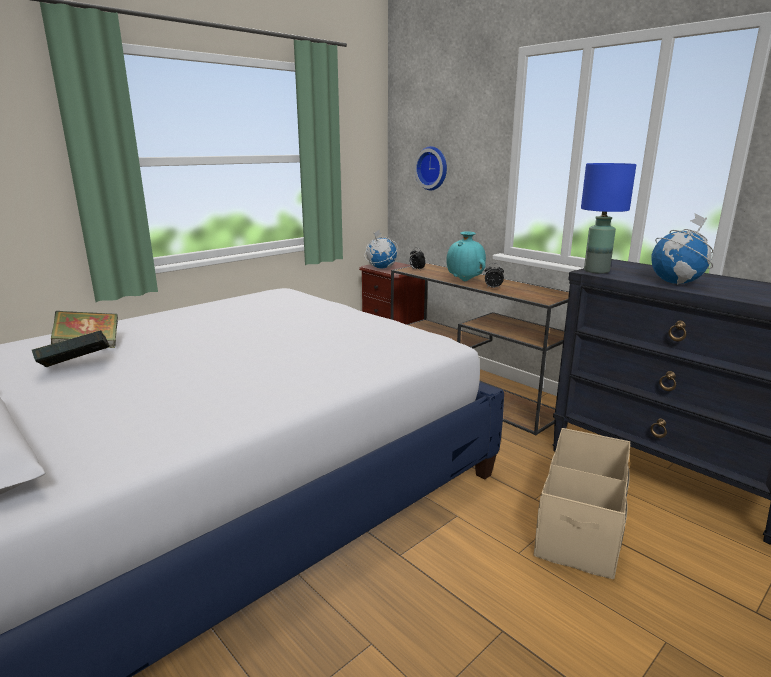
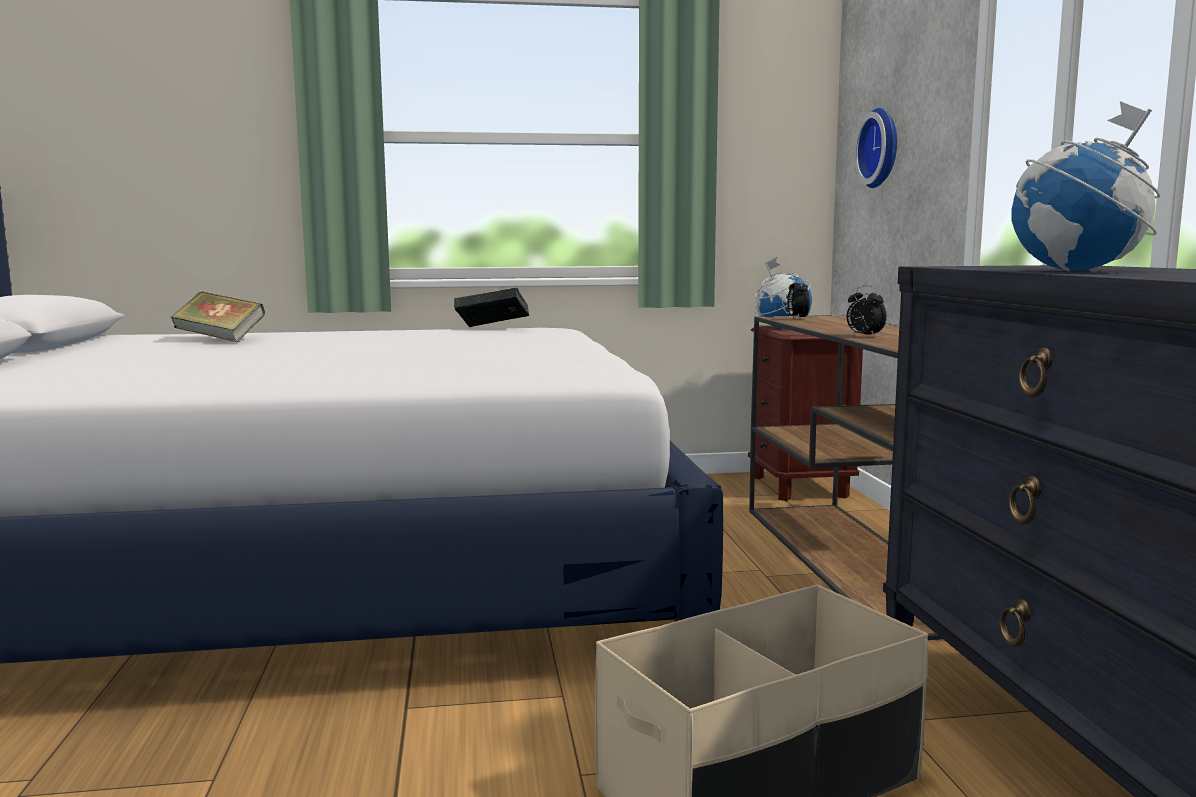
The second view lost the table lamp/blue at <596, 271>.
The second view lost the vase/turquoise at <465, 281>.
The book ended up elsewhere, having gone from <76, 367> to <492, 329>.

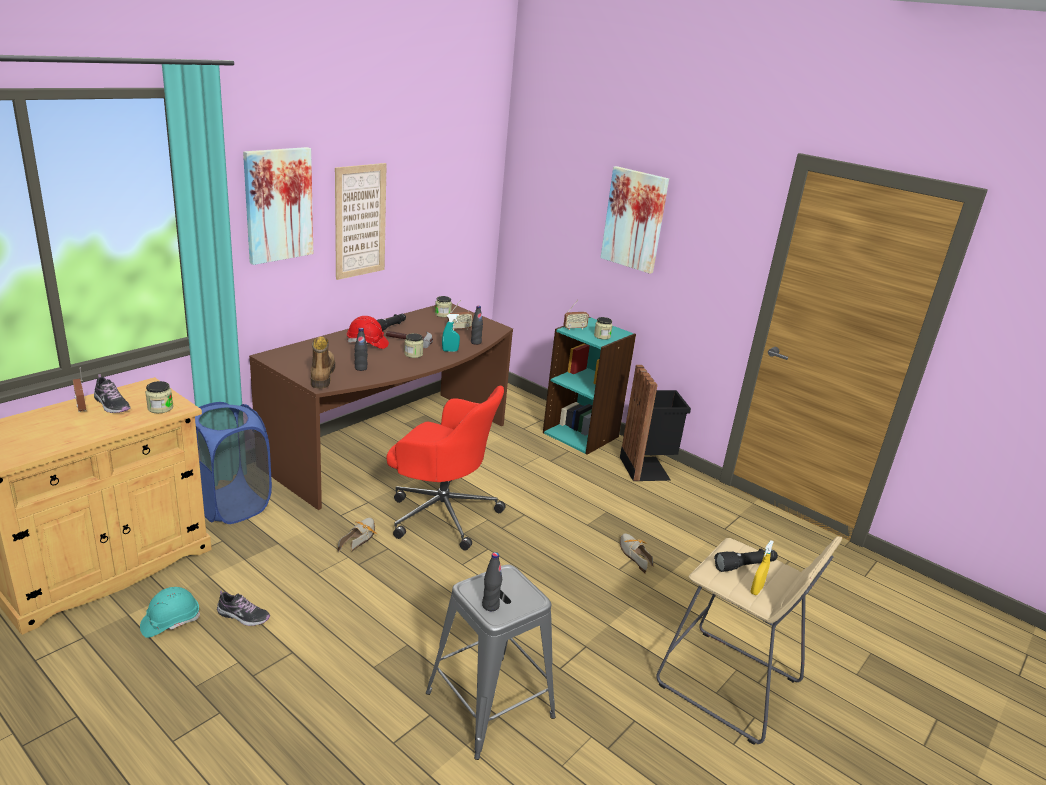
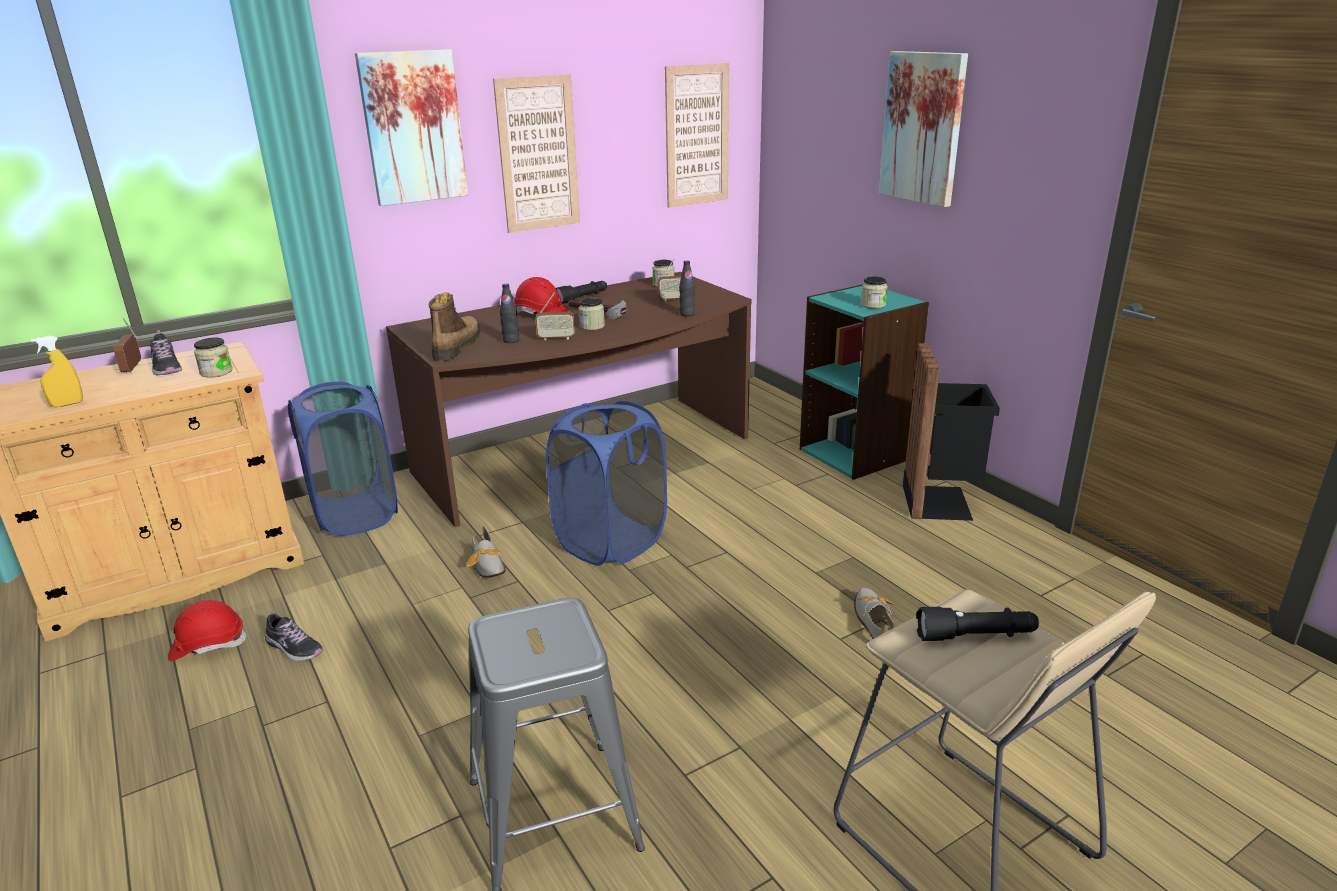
The radio ended up elsewhere, having gone from <574, 328> to <556, 338>.
The second view lost the spray bottle/turquoise at <450, 351>.
Where the office chair/red stood at <441, 513>, the laundry basket/blue came to stand at <611, 542>.
The shoe at <359, 538> ended up facing another way, 120 degrees clockwise from before.
The spray bottle/yellow ended up elsewhere, having gone from <756, 590> to <67, 404>.
The second view lost the bottle/black at <490, 605>.
What was the hard hat/turquoise at <170, 622> turned into the hard hat/red at <208, 645>.
The second view gained the picture at <697, 136>.

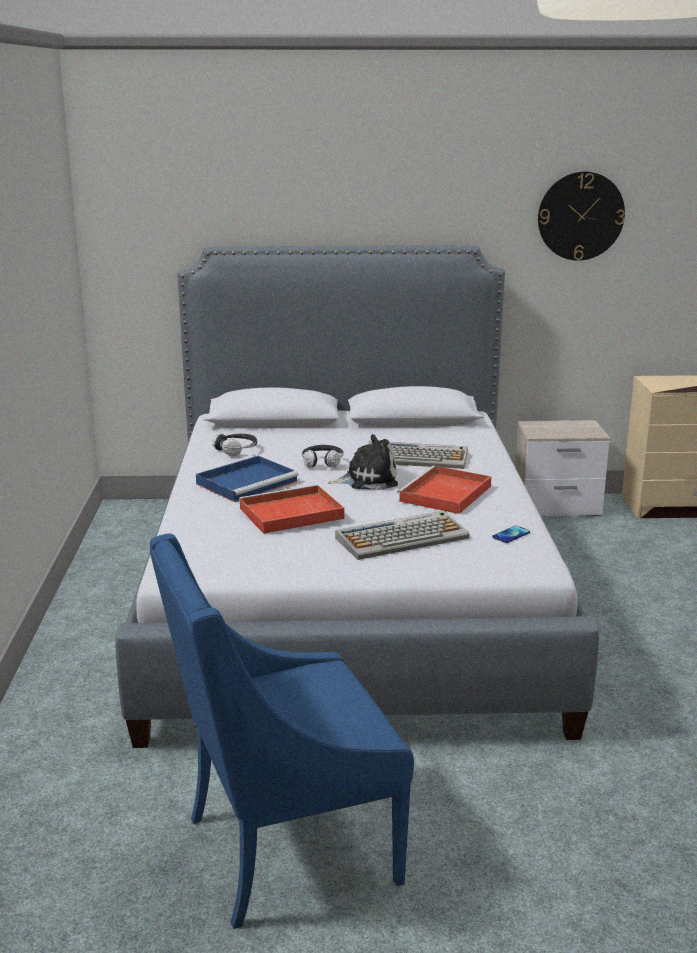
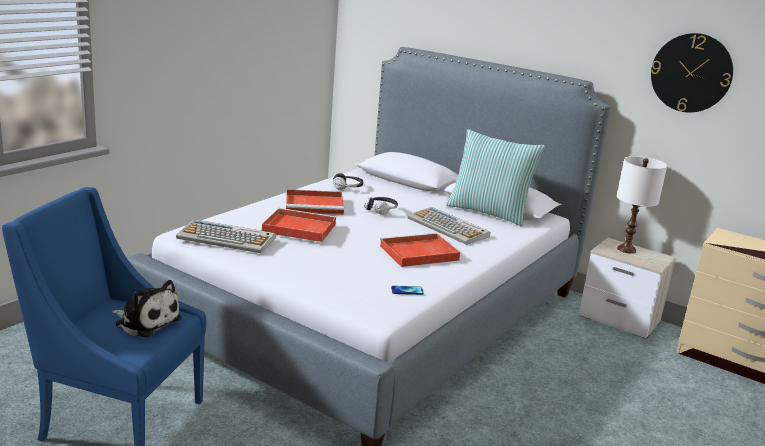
The plush toy ended up elsewhere, having gone from <367, 480> to <146, 321>.
What was the tray/blue at <248, 482> turned into the tray/red at <315, 205>.
The keyboard ended up elsewhere, having gone from <402, 537> to <227, 238>.
The second view gained the pillow at <489, 212>.
The second view gained the table lamp/white at <626, 249>.

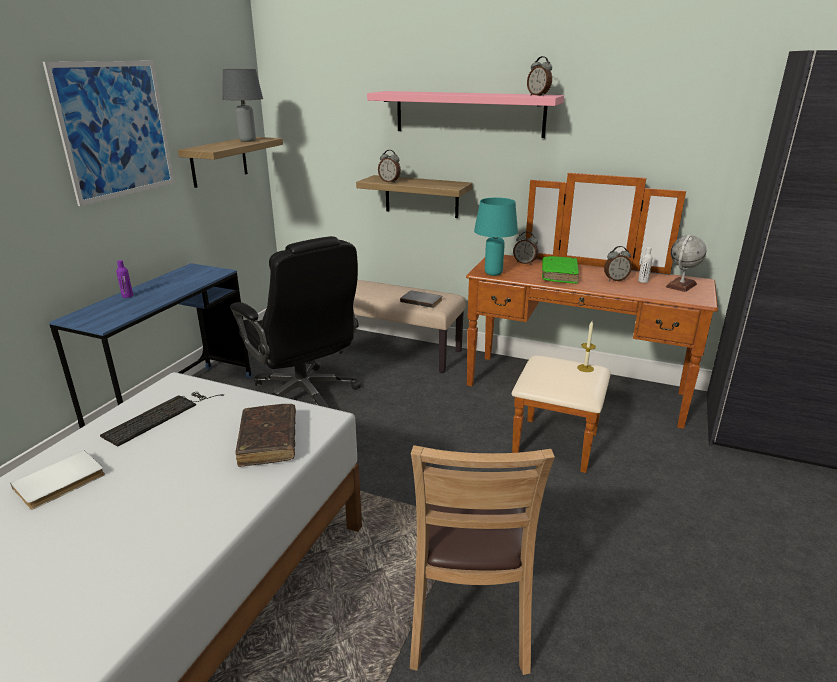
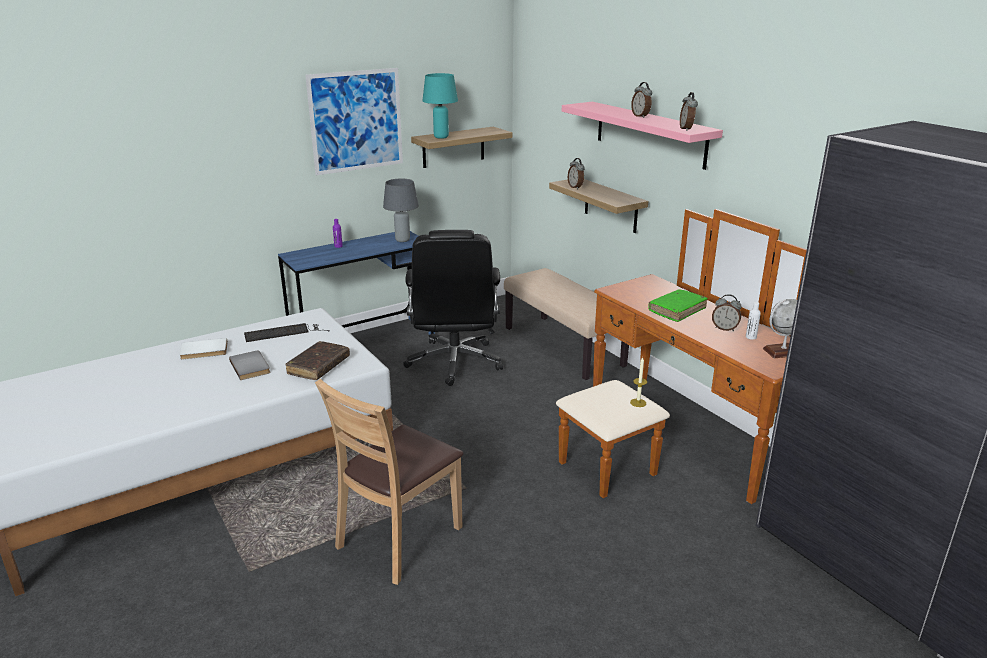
The table lamp/grey ended up elsewhere, having gone from <247, 141> to <402, 240>.
The table lamp/turquoise ended up elsewhere, having gone from <493, 273> to <441, 137>.
The alarm clock ended up elsewhere, having gone from <525, 263> to <641, 116>.
The book/grey ended up elsewhere, having gone from <422, 300> to <251, 366>.

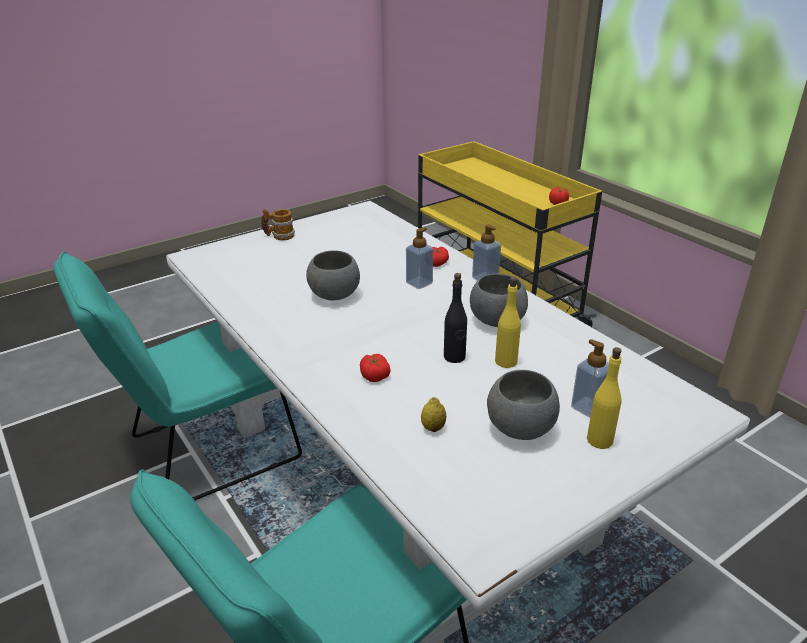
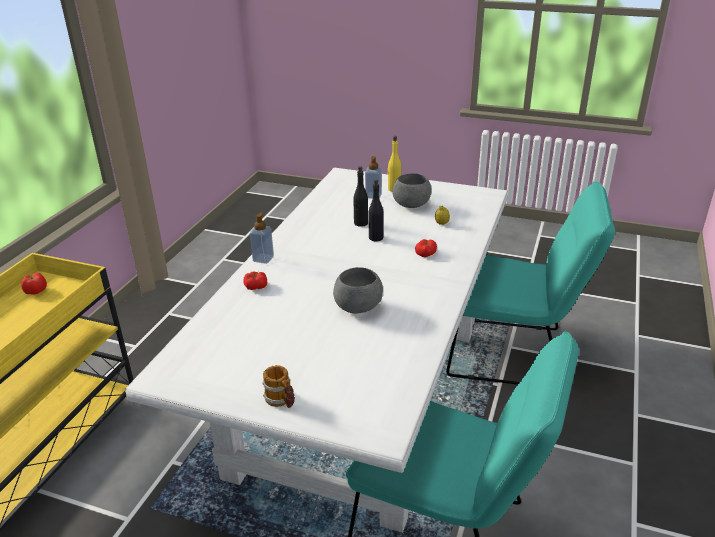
The second view lost the soap dispenser at <419, 283>.
The second view lost the bowl/grey at <497, 321>.
What was the bottle/yellow at <505, 361> turned into the bottle/black at <360, 223>.

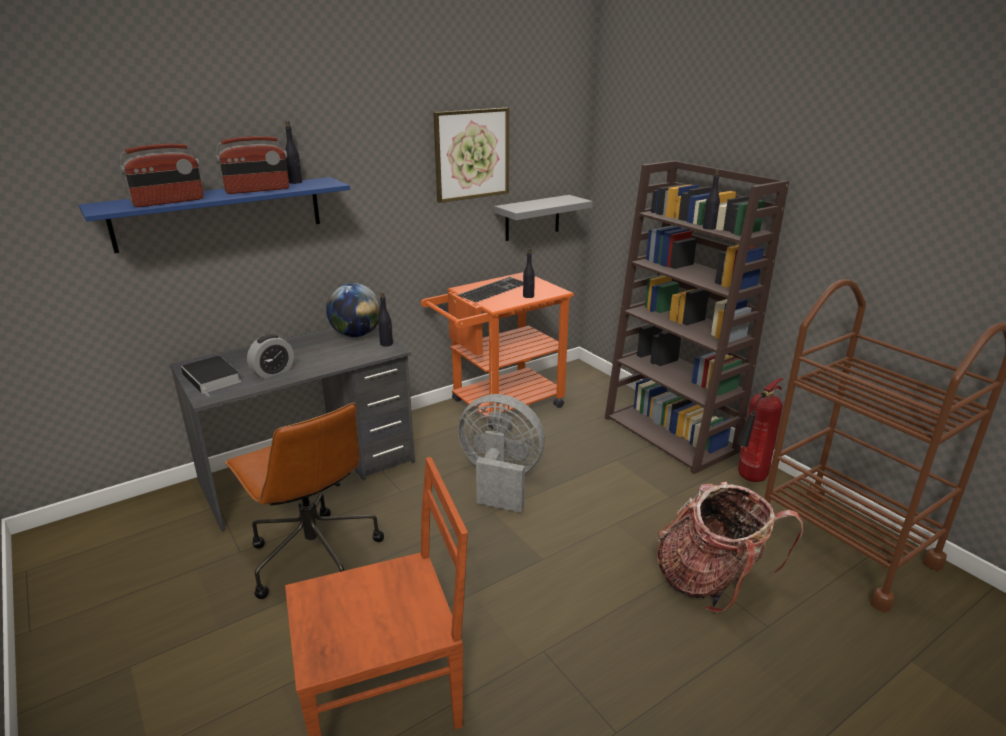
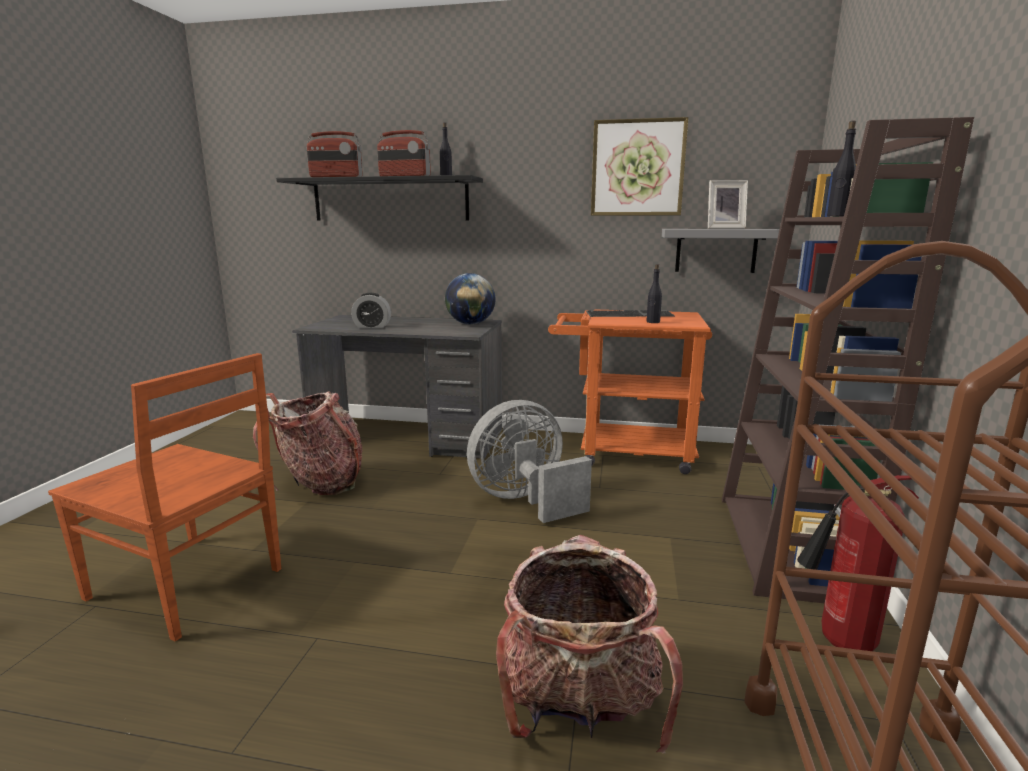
What was the shelf/blue at <220, 213> turned into the shelf/black at <390, 200>.
The second view lost the bottle/black at <386, 344>.
The second view lost the book at <213, 379>.
The fan/grey at <500, 480> ended up facing another way, 90 degrees counterclockwise from before.
Where the office chair/brown stood at <313, 556>, the backpack came to stand at <320, 483>.
The second view gained the picture frame at <723, 228>.

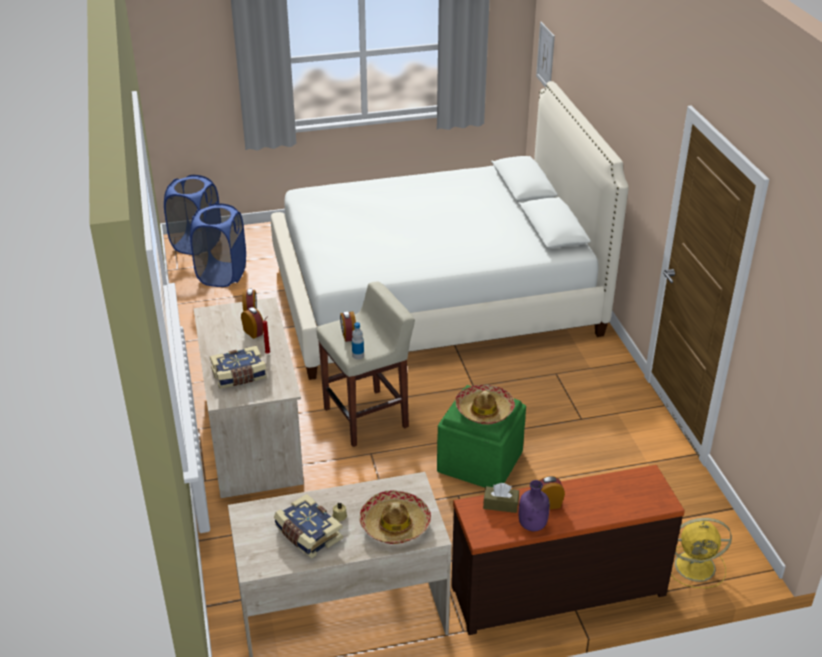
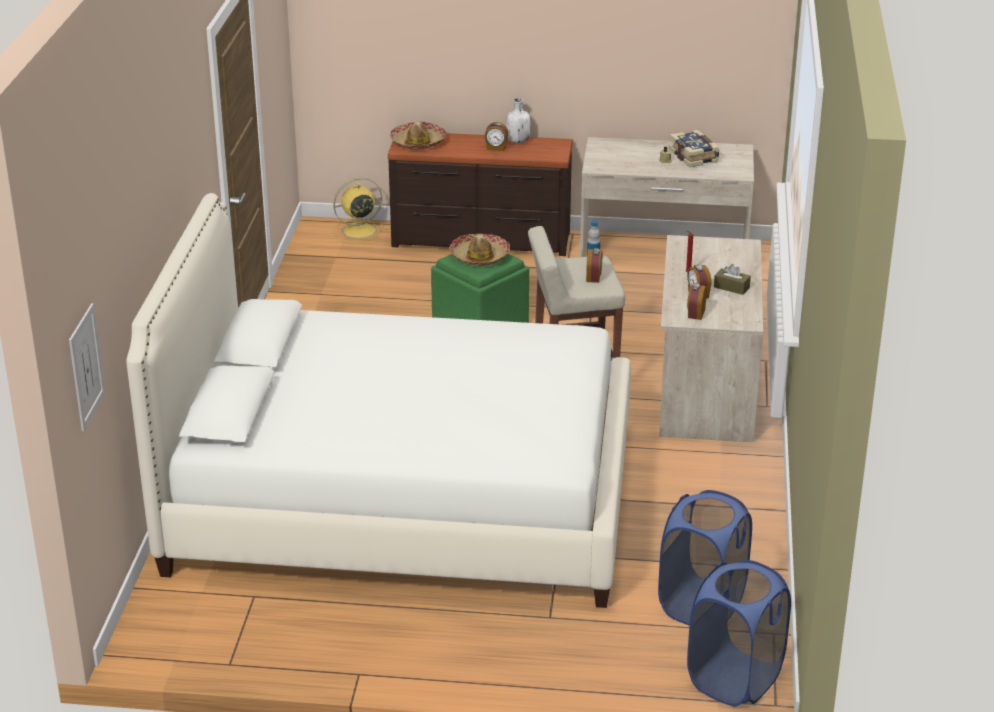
The second view lost the book at <239, 375>.
What was the bottle/purple at <533, 525> turned into the bottle/white at <517, 141>.
The tissue box/brown ended up elsewhere, having gone from <500, 504> to <731, 287>.
The hat ended up elsewhere, having gone from <395, 524> to <418, 142>.
The fan/yellow at <697, 566> ended up facing another way, 45 degrees counterclockwise from before.

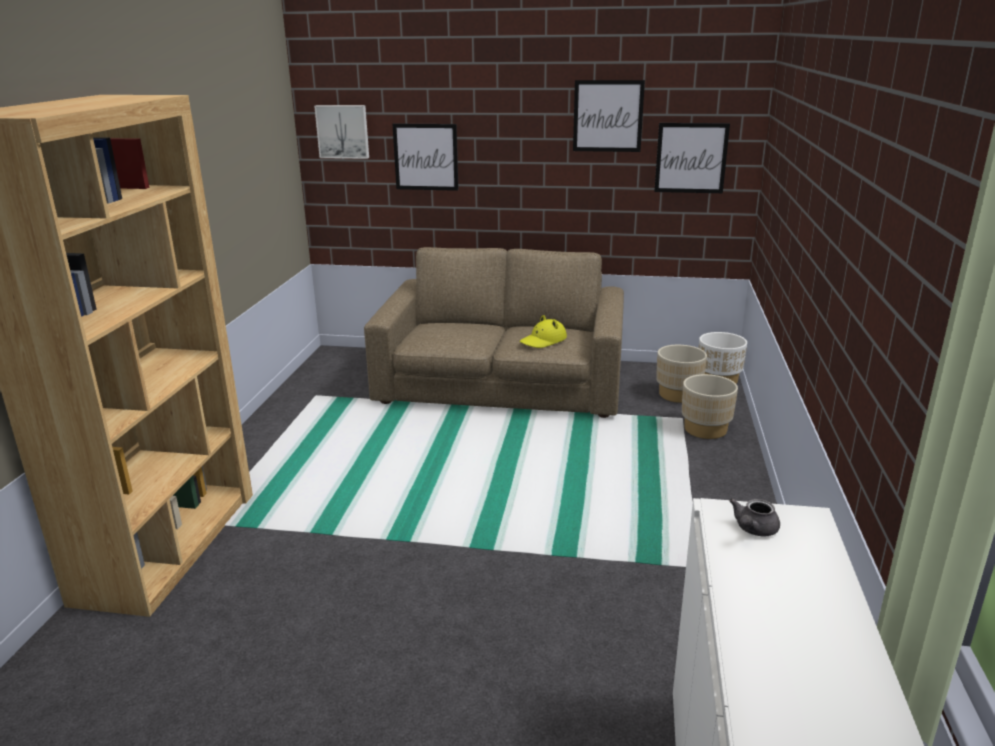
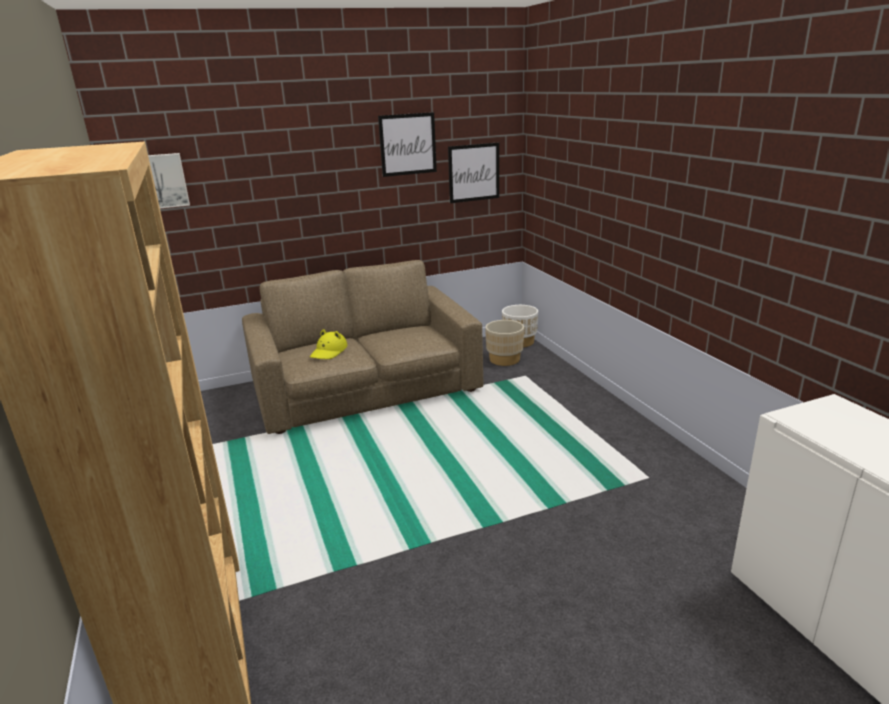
The second view lost the picture at <426, 157>.
The hat/yellow ended up elsewhere, having gone from <543, 340> to <329, 352>.
The second view lost the planter/beige at <705, 429>.
The second view lost the teapot/grey at <753, 530>.

